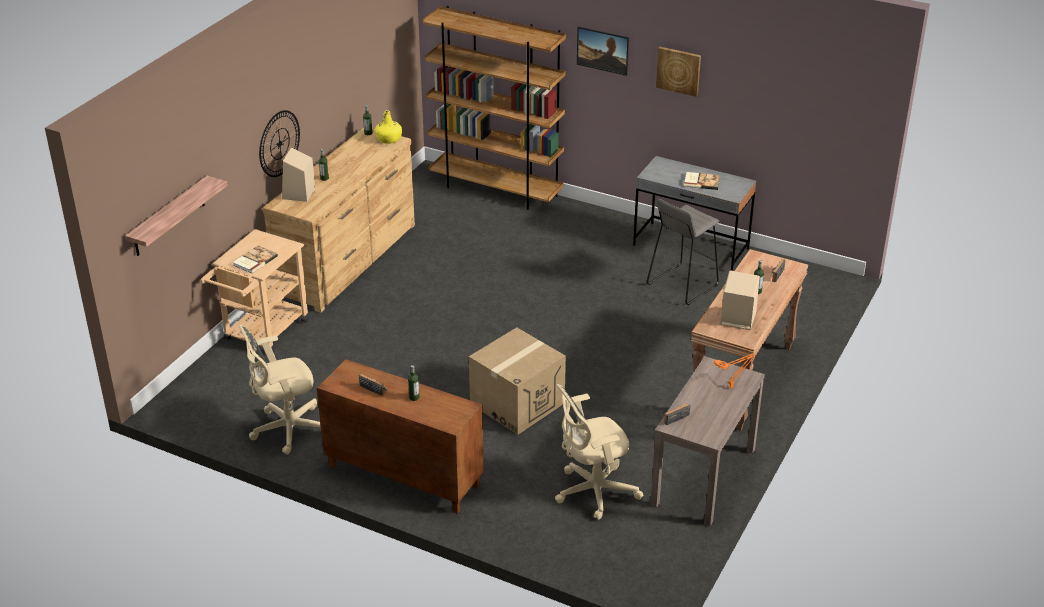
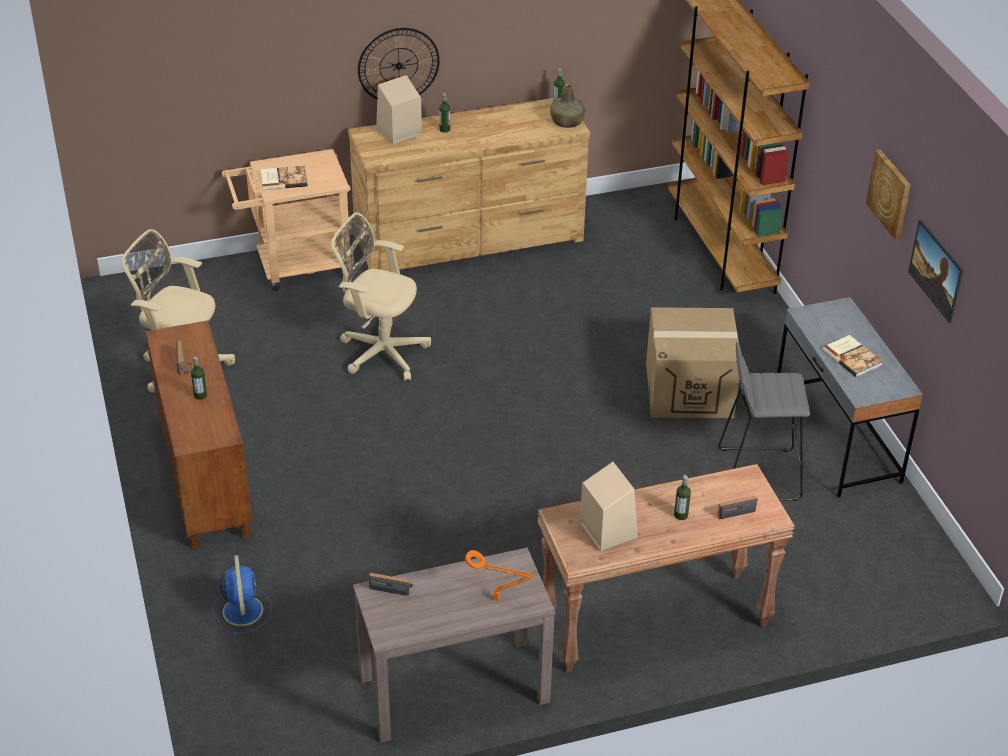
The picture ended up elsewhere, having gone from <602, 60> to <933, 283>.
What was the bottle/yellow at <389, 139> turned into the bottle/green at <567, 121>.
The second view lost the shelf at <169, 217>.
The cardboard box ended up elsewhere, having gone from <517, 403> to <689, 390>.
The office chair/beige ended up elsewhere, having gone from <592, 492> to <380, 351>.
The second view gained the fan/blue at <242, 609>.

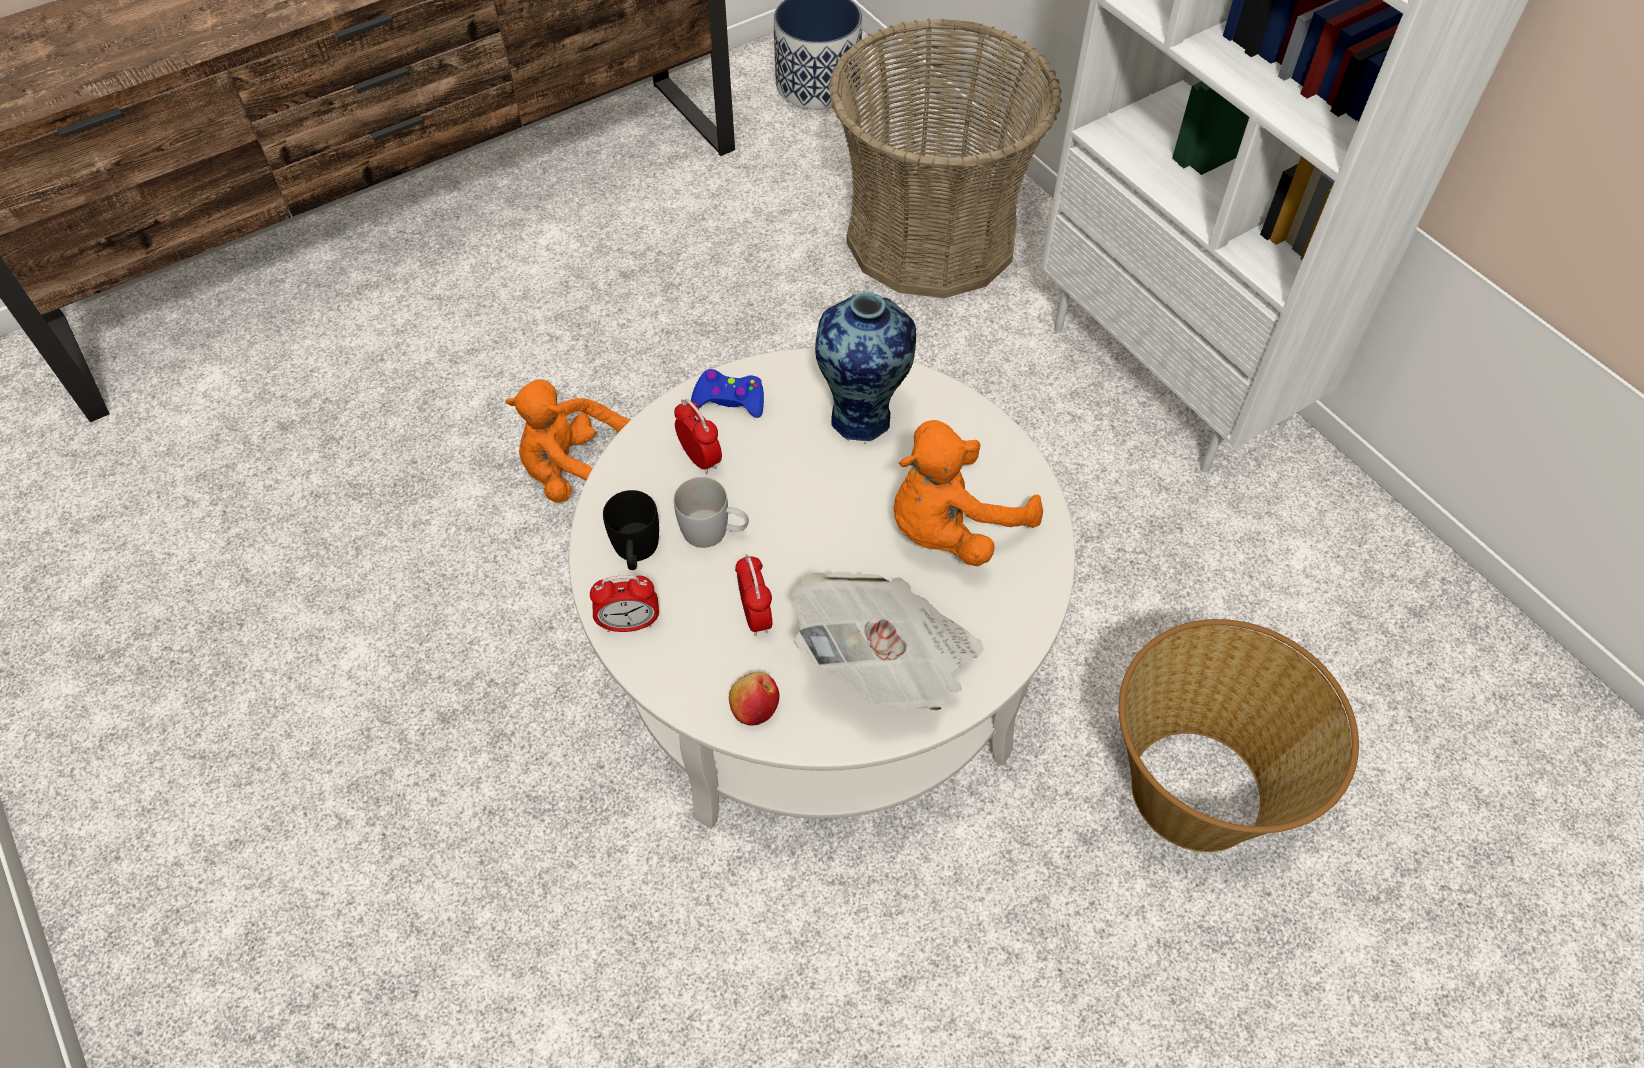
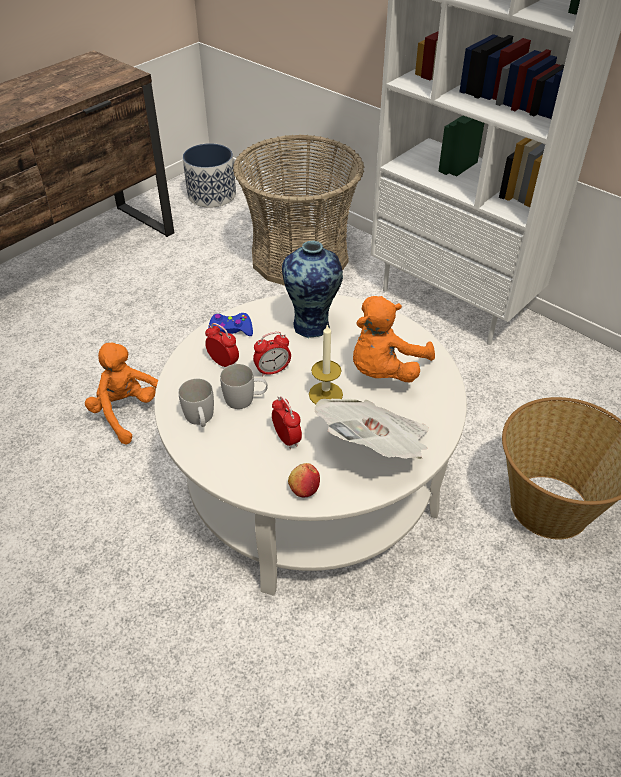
The plush toy/orange at <578, 474> ended up facing another way, 75 degrees clockwise from before.
What was the mug/black at <636, 552> turned into the mug/white at <200, 419>.
The alarm clock ended up elsewhere, having gone from <629, 624> to <272, 370>.
The second view gained the candle at <325, 394>.

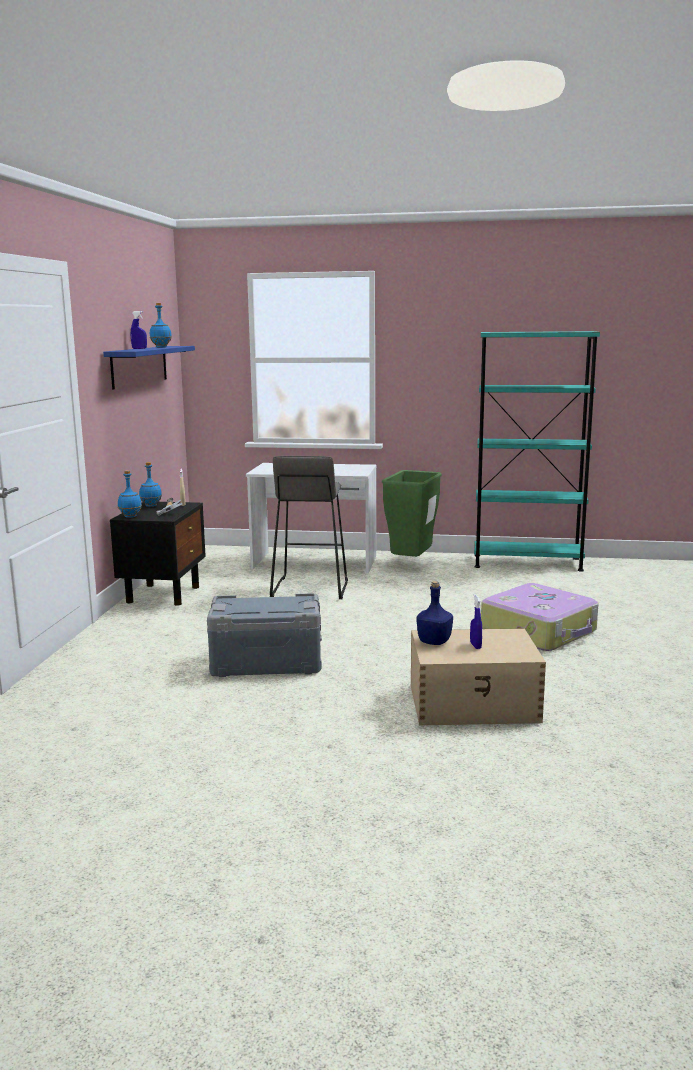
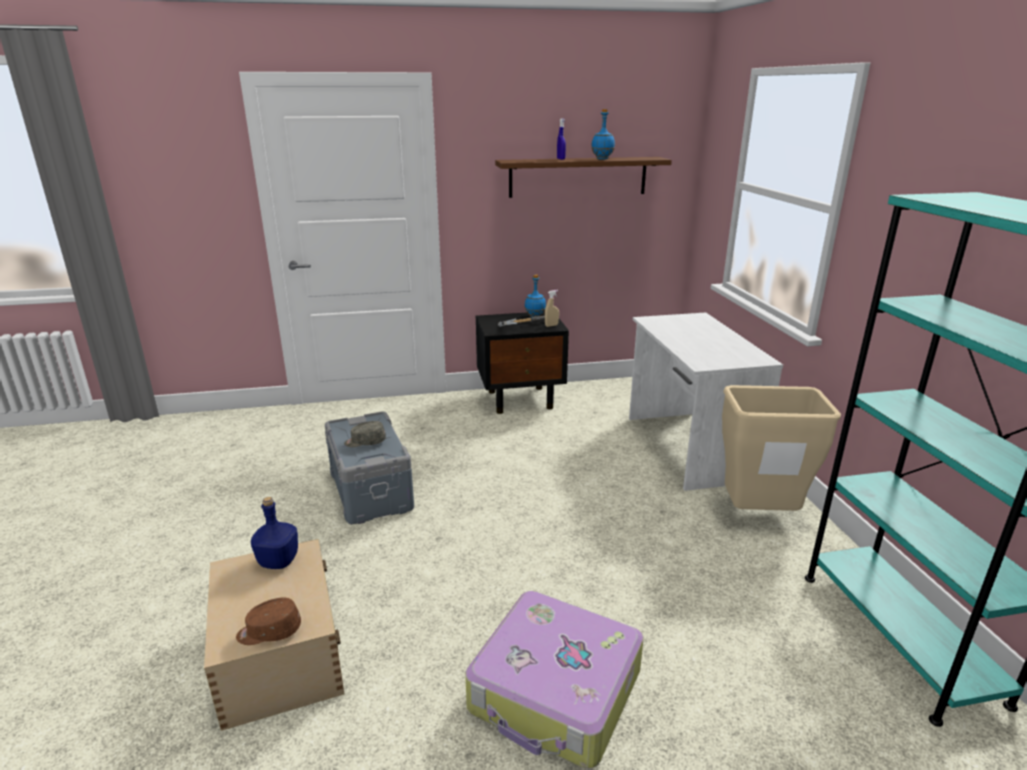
What was the shelf/blue at <139, 366> turned into the shelf/brown at <578, 177>.
The second view lost the stool/grey at <309, 588>.
The second view lost the bottle/blue at <130, 516>.
What was the trash can/green at <411, 563> turned into the trash can/beige at <757, 515>.
The second view lost the spray bottle/blue at <475, 646>.
The second view gained the cap/grey at <365, 442>.
The second view gained the cap/brown at <269, 632>.

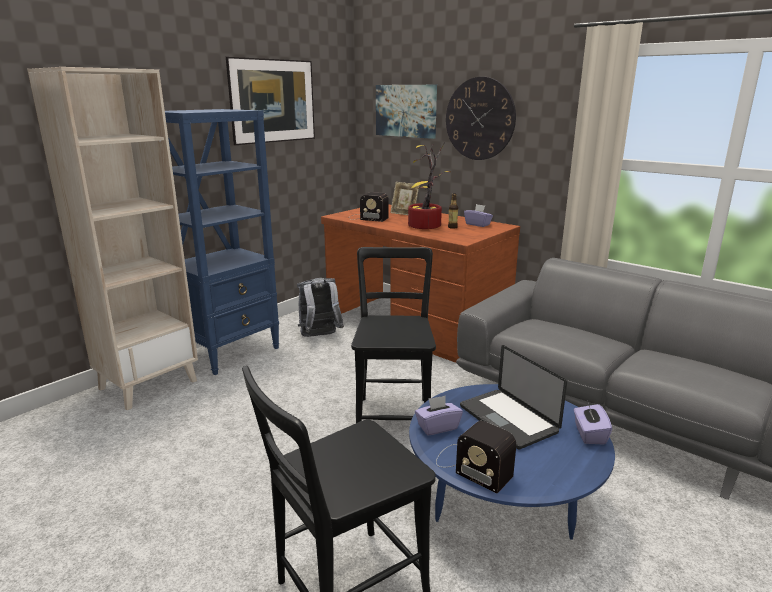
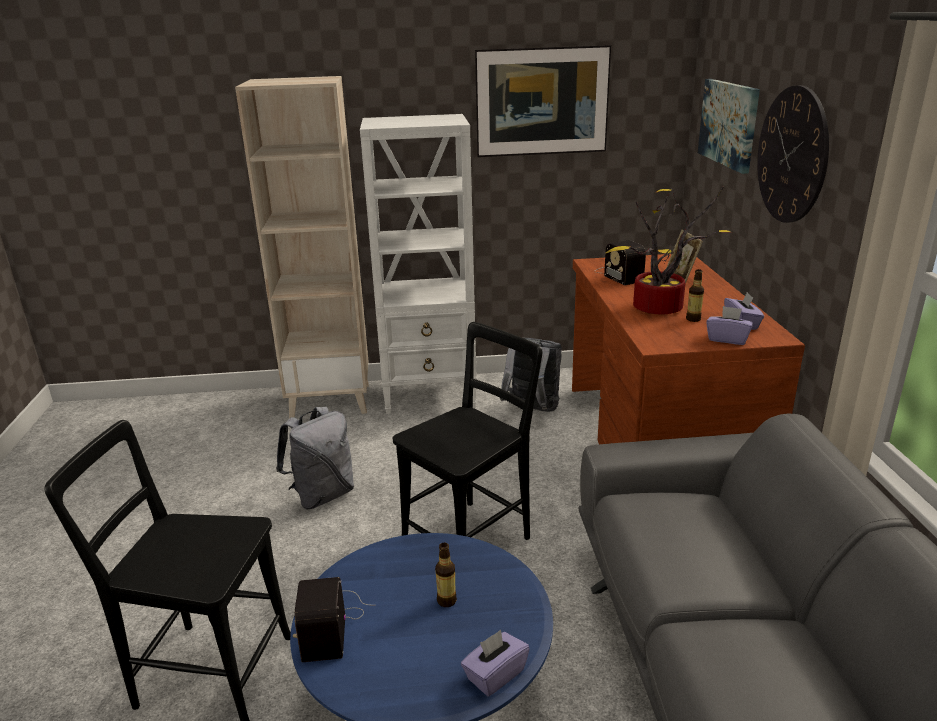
What was the bookcase/blue at <231, 352> turned into the bookcase/white at <430, 394>.
Where the laptop stood at <507, 419>, the bottle came to stand at <446, 601>.
The tissue box/purple ended up elsewhere, having gone from <437, 427> to <727, 339>.
The second view gained the backpack/grey at <322, 495>.

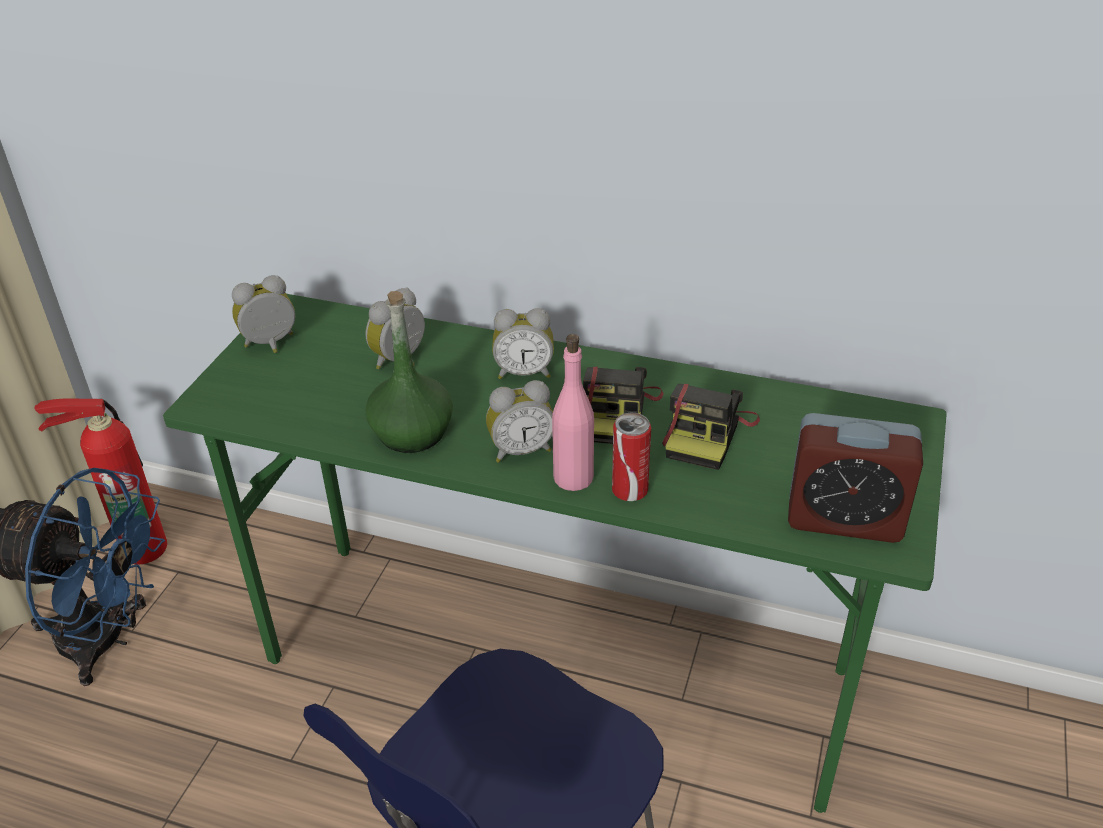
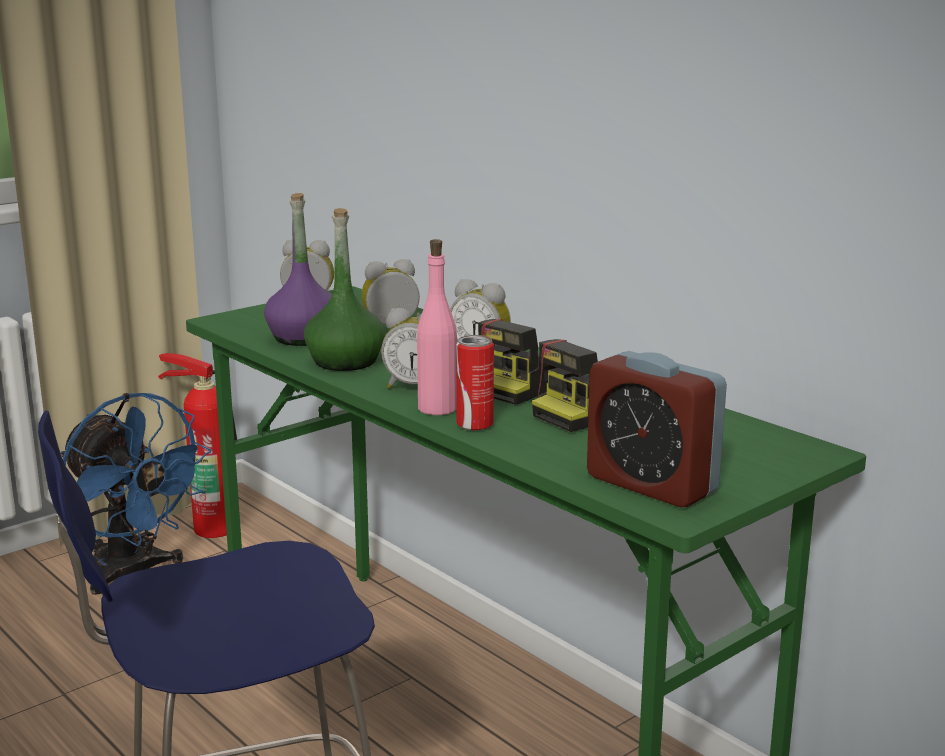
The second view gained the bottle/purple at <303, 338>.

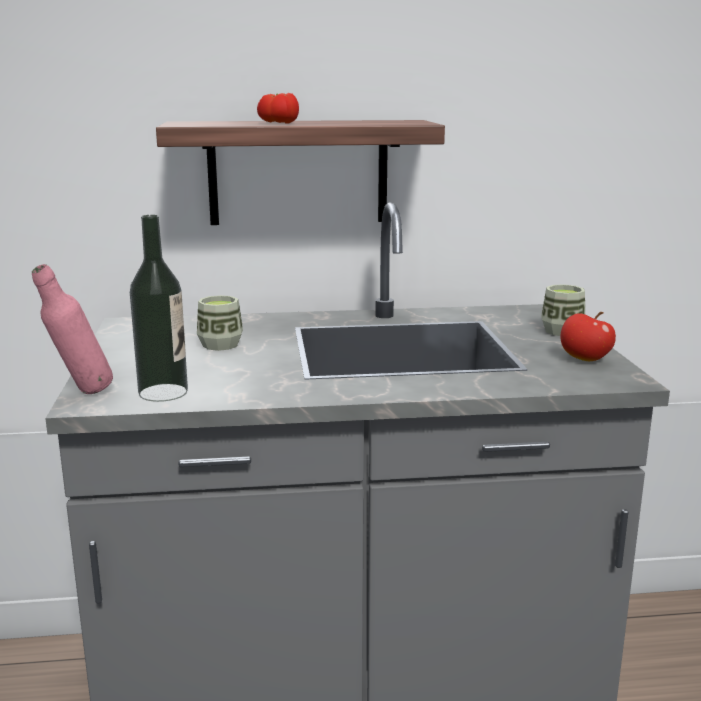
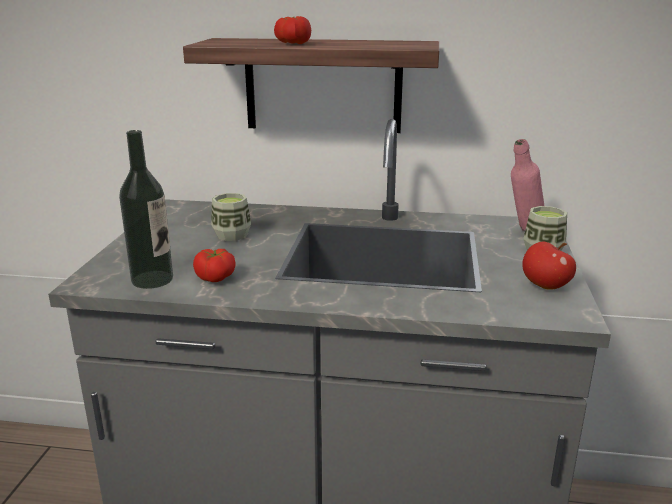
The bottle/pink ended up elsewhere, having gone from <81, 395> to <523, 233>.
The second view gained the tomato at <216, 277>.

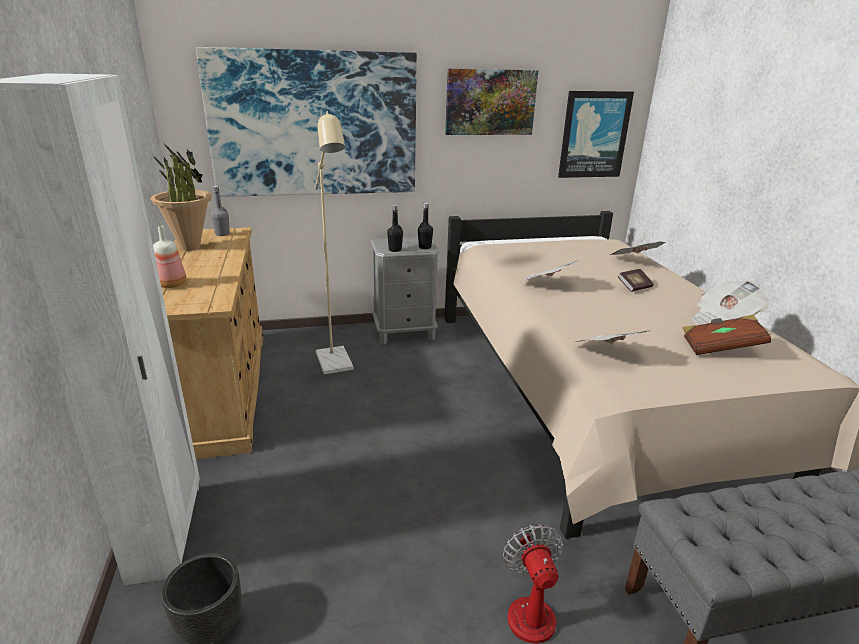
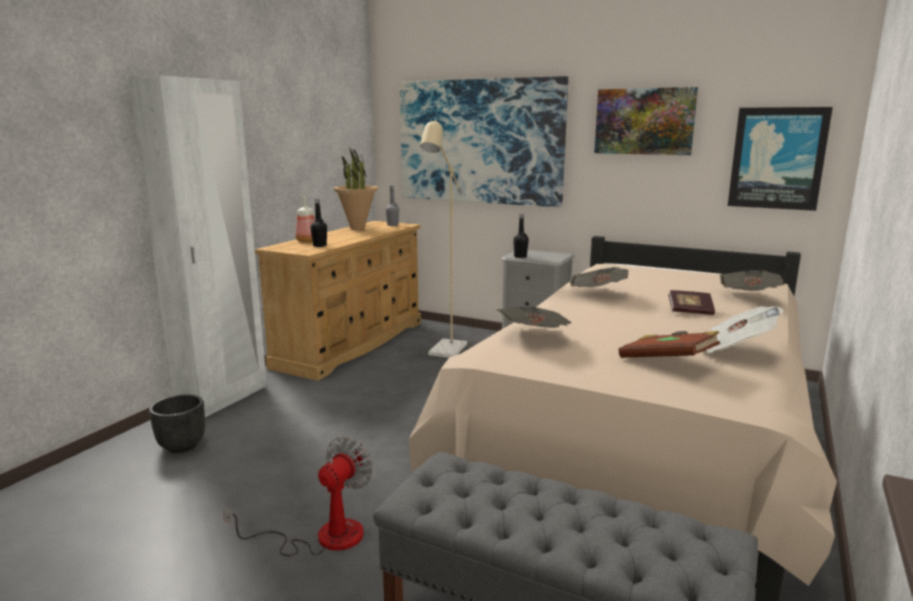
The bottle/black ended up elsewhere, having gone from <425, 247> to <320, 245>.

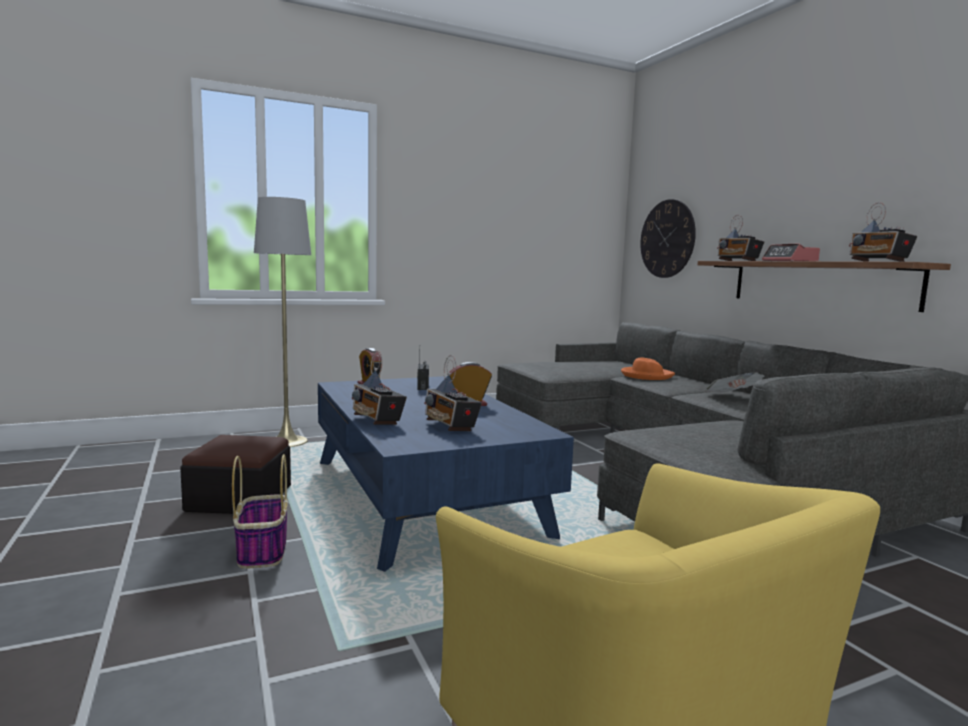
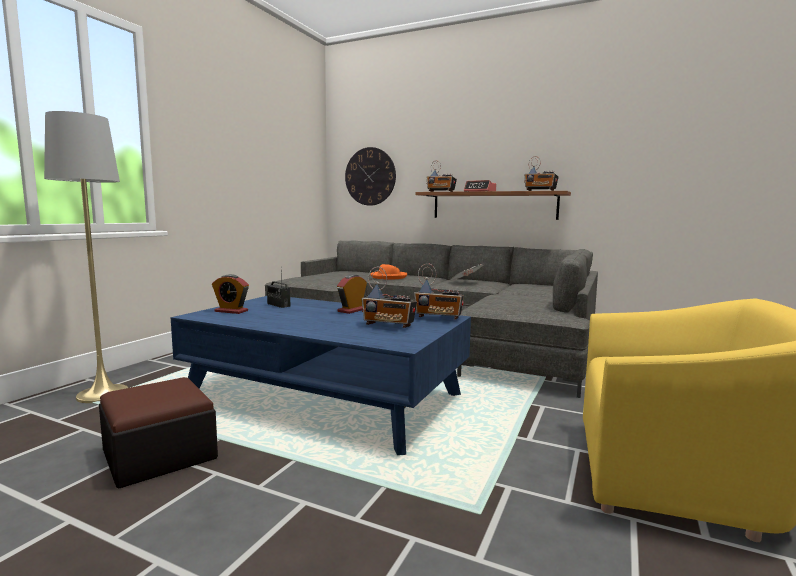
The radio ended up elsewhere, having gone from <377, 420> to <439, 318>.
The second view lost the basket at <262, 550>.

